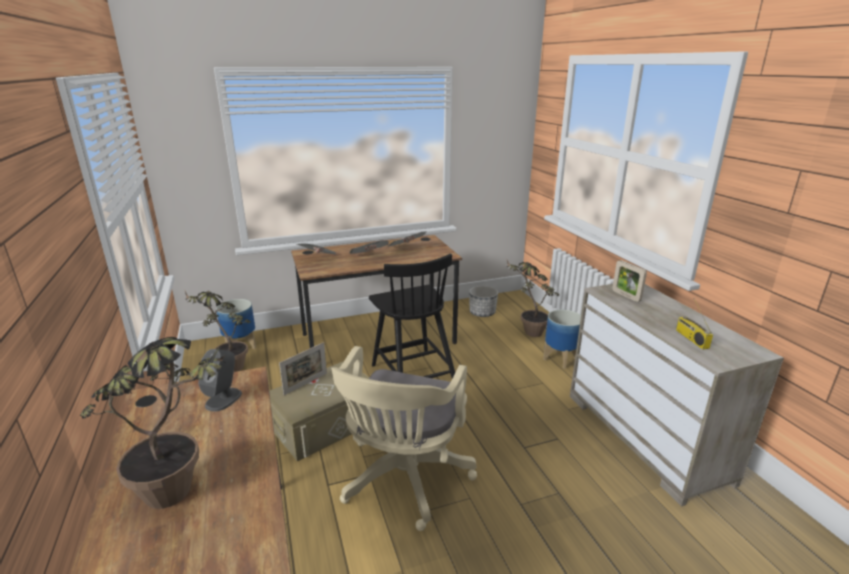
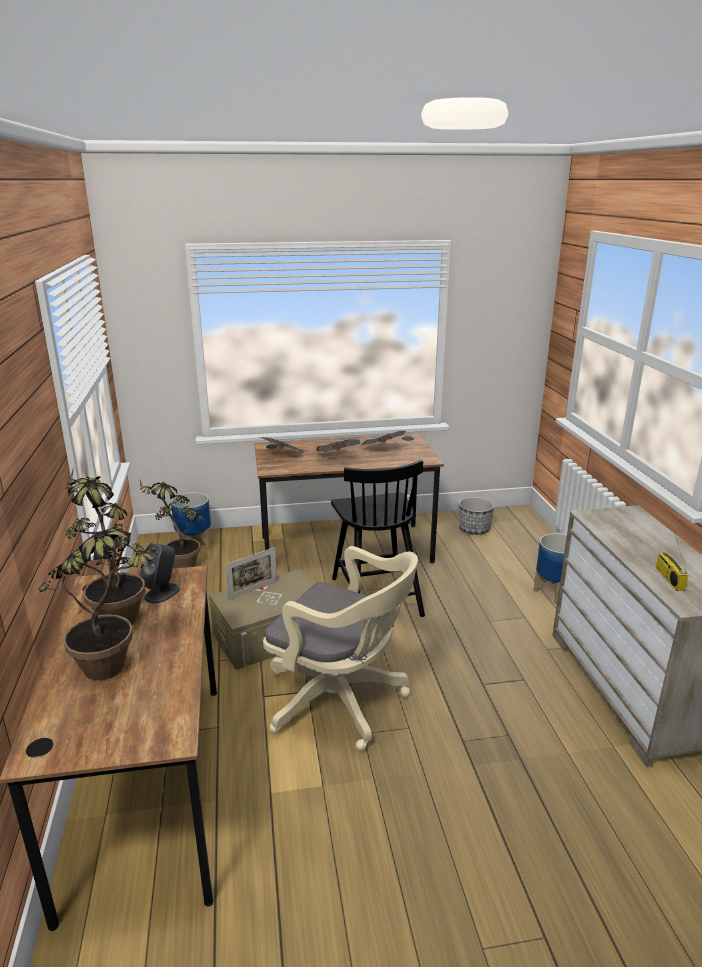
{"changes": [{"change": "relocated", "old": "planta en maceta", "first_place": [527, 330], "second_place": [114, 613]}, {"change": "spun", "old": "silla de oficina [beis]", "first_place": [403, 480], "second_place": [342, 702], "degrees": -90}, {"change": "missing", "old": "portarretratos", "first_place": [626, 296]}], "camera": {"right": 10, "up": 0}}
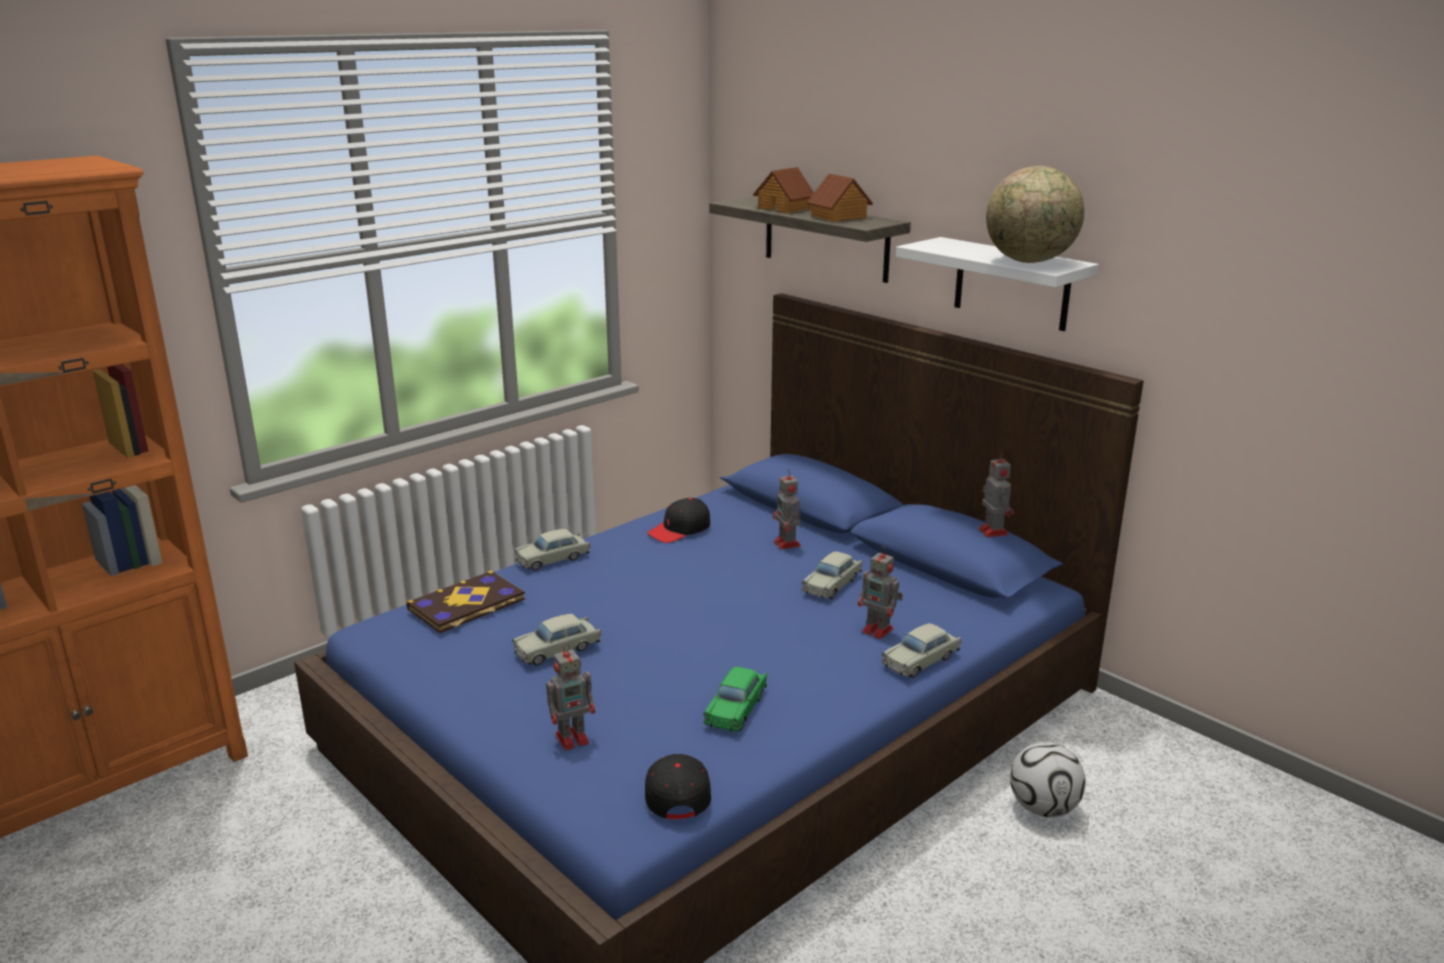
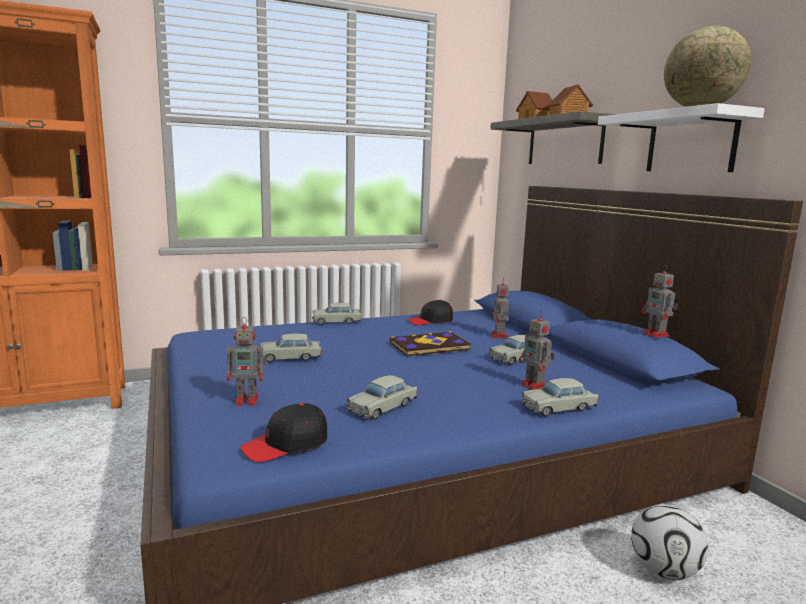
{"changes": [{"change": "spun", "old": "gorra [negro]", "first_place": [676, 791], "second_place": [286, 444], "degrees": -135}, {"change": "colour", "old": "coche de juguete [verde]", "new": "coche de juguete [beis]", "first_place": [736, 708], "second_place": [383, 407]}, {"change": "relocated", "old": "libro", "first_place": [467, 605], "second_place": [430, 346]}, {"change": "spun", "old": "robot de juguete", "first_place": [992, 531], "second_place": [657, 335], "degrees": 150}], "camera": {"right": 20, "up": -10}}
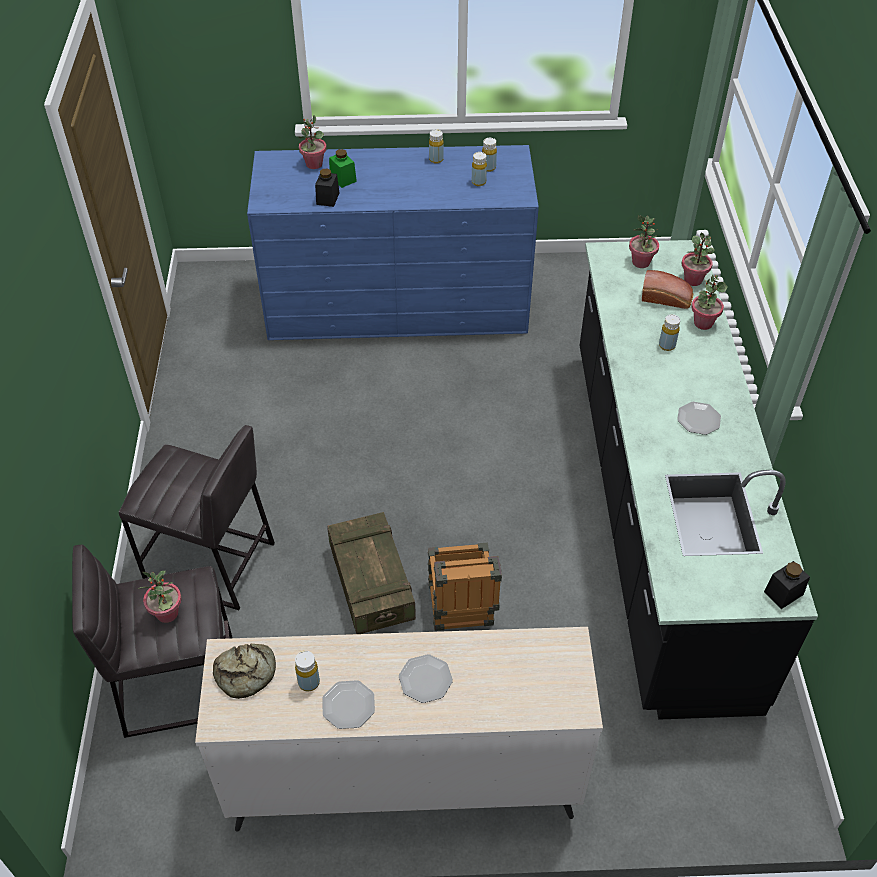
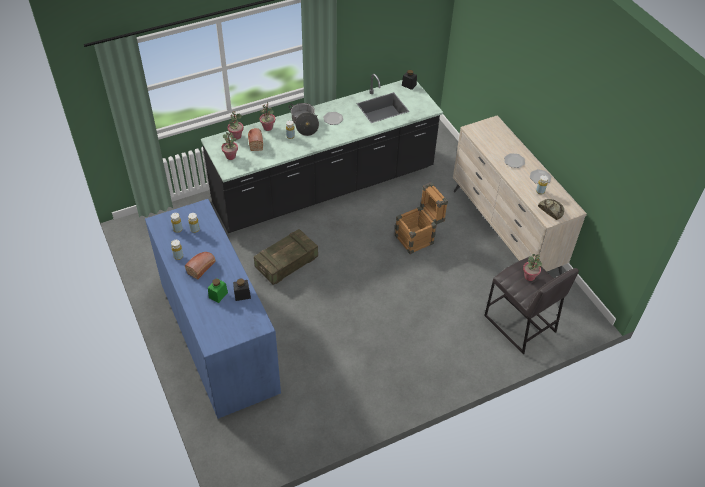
{"changes": [{"change": "appeared", "new": "pan", "second_place": [202, 267]}, {"change": "relocated", "old": "caja de embalaje", "first_place": [371, 583], "second_place": [286, 263]}, {"change": "appeared", "new": "olla", "second_place": [304, 124]}, {"change": "missing", "old": "taburete [gris]", "first_place": [210, 563]}, {"change": "missing", "old": "planta en maceta", "first_place": [314, 164]}], "camera": {"right": -115, "up": 0}}
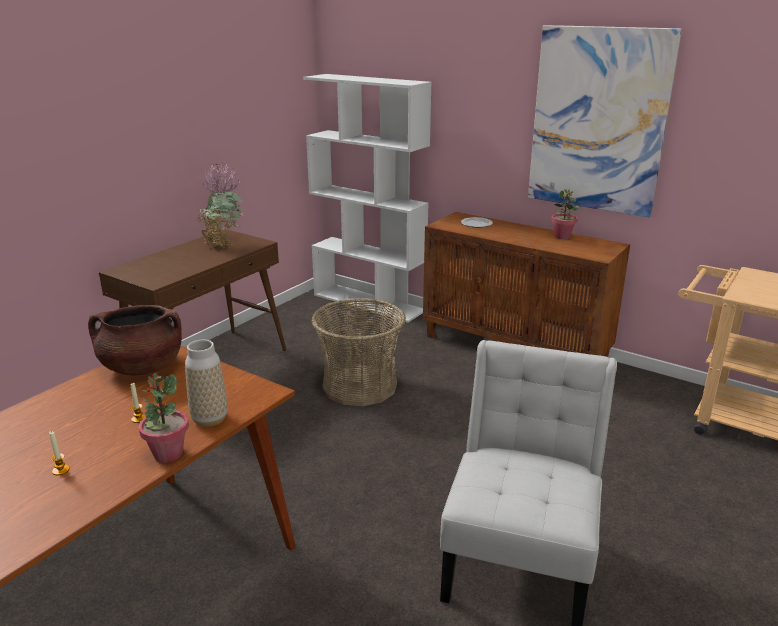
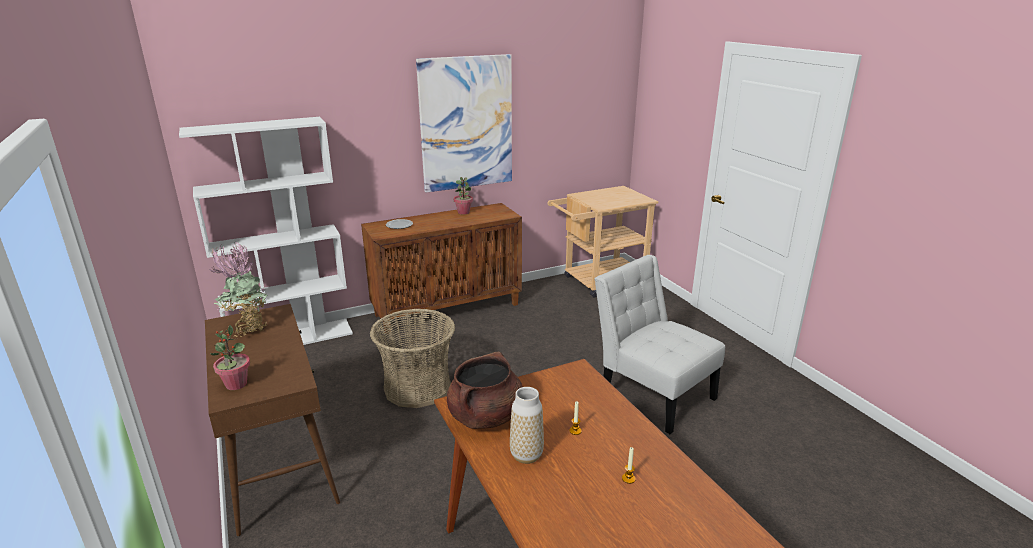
{"changes": [{"change": "relocated", "old": "planta en maceta", "first_place": [168, 454], "second_place": [236, 384]}, {"change": "relocated", "old": "florero", "first_place": [210, 419], "second_place": [526, 455]}], "camera": {"right": -60, "up": 0}}
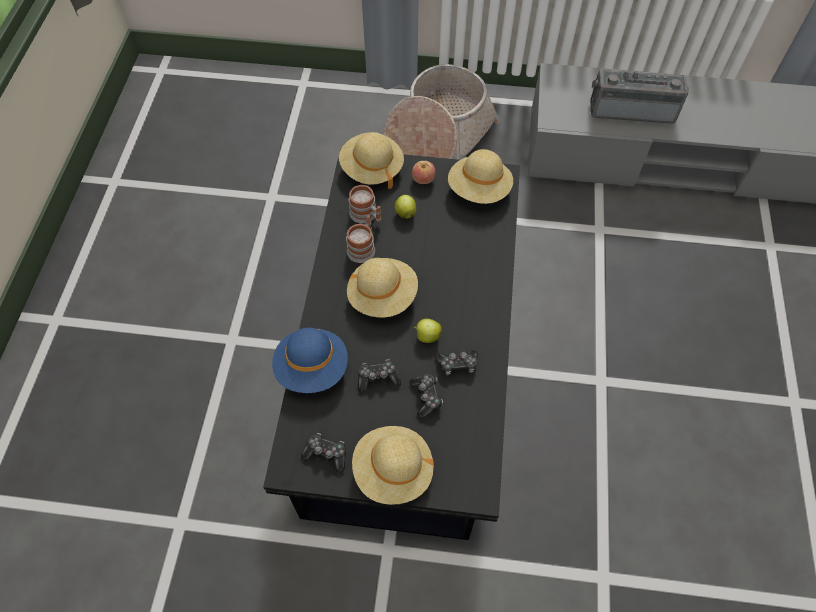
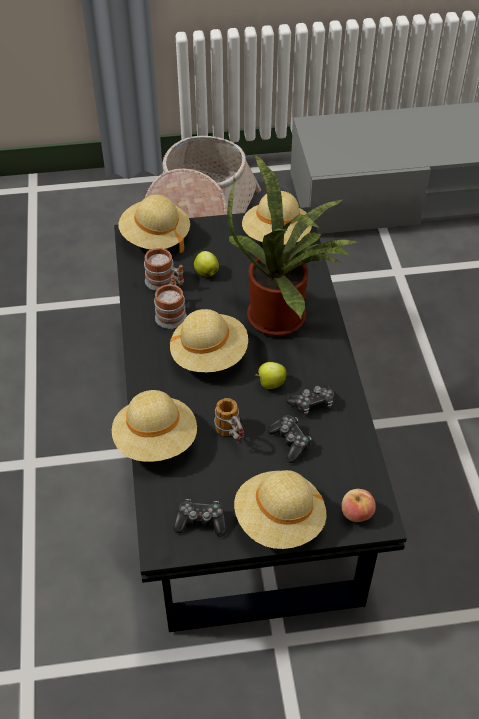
{"changes": [{"change": "colour", "old": "sombrero [azul]", "new": "sombrero [beis]", "first_place": [312, 368], "second_place": [156, 441]}, {"change": "exchanged", "old": "mando de consola", "new": "taza grande", "first_place": [378, 378], "second_place": [232, 435]}, {"change": "appeared", "new": "planta en maceta", "second_place": [283, 316]}, {"change": "relocated", "old": "manzana", "first_place": [423, 179], "second_place": [356, 513]}, {"change": "missing", "old": "radio", "first_place": [632, 108]}], "camera": {"right": -15, "up": -10}}
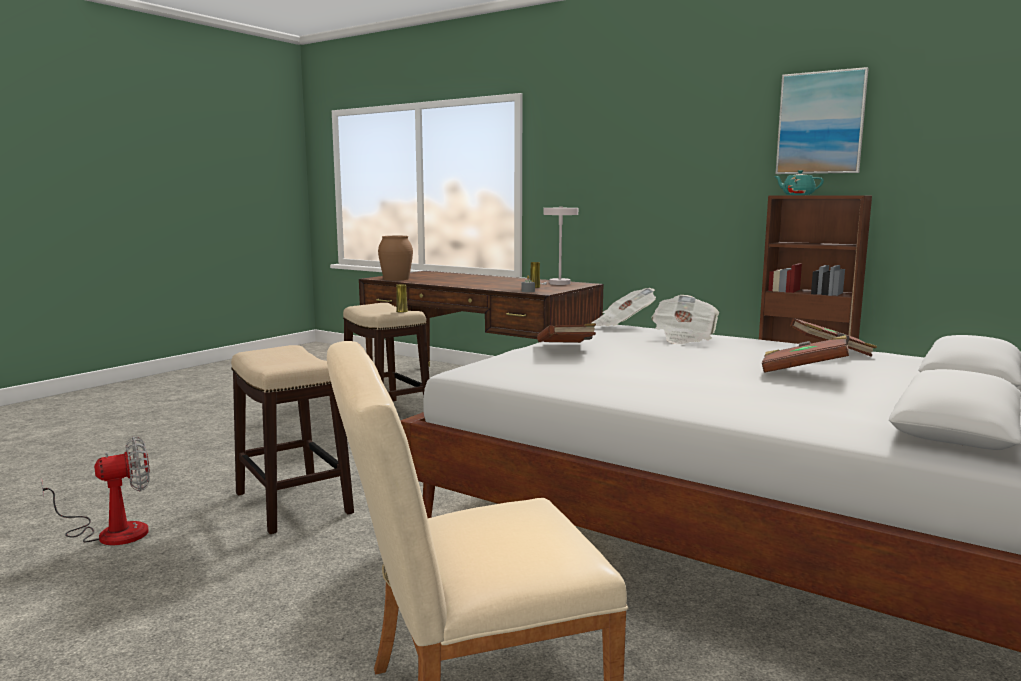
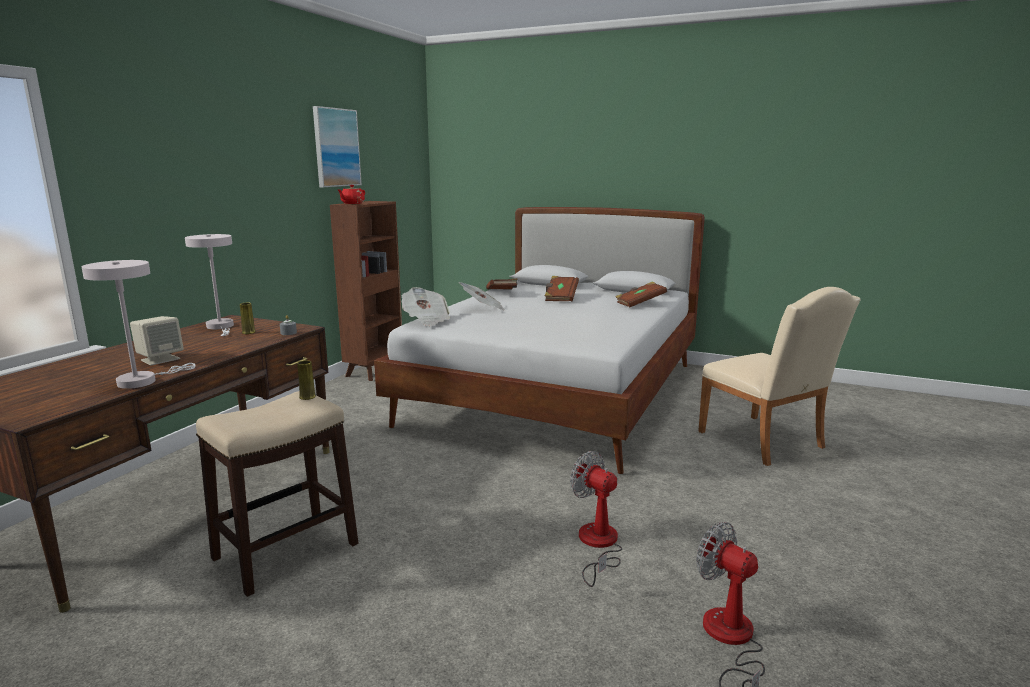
{"changes": [{"change": "appeared", "new": "lámpara de mesa [blanco]", "second_place": [143, 380]}, {"change": "appeared", "new": "altavoz [beis]", "second_place": [160, 359]}, {"change": "colour", "old": "tetera [turquesa]", "new": "tetera [rojo]", "first_place": [797, 195], "second_place": [352, 203]}, {"change": "exchanged", "old": "taburete", "new": "ventilador", "first_place": [292, 502], "second_place": [597, 545]}, {"change": "relocated", "old": "libro [marrón]", "first_place": [567, 349], "second_place": [640, 304]}, {"change": "missing", "old": "florero [marrón]", "first_place": [396, 279]}], "camera": {"right": -100, "up": 5}}
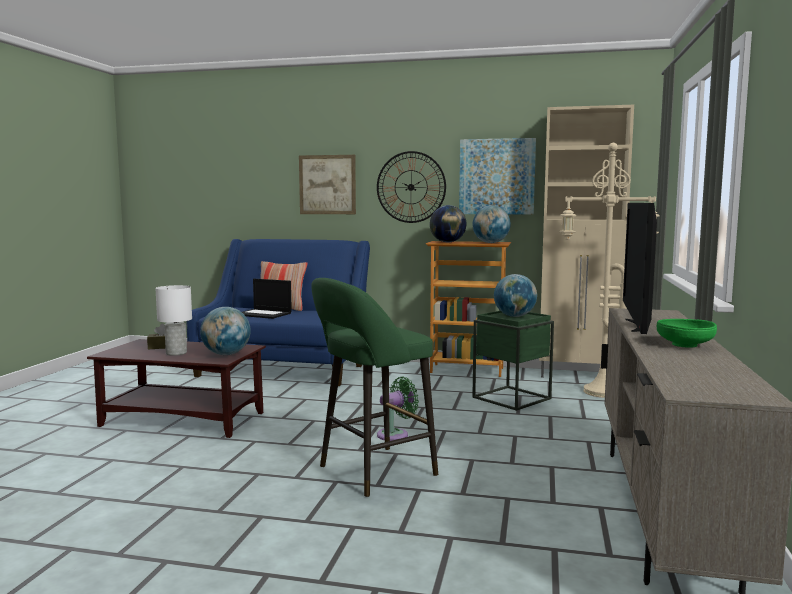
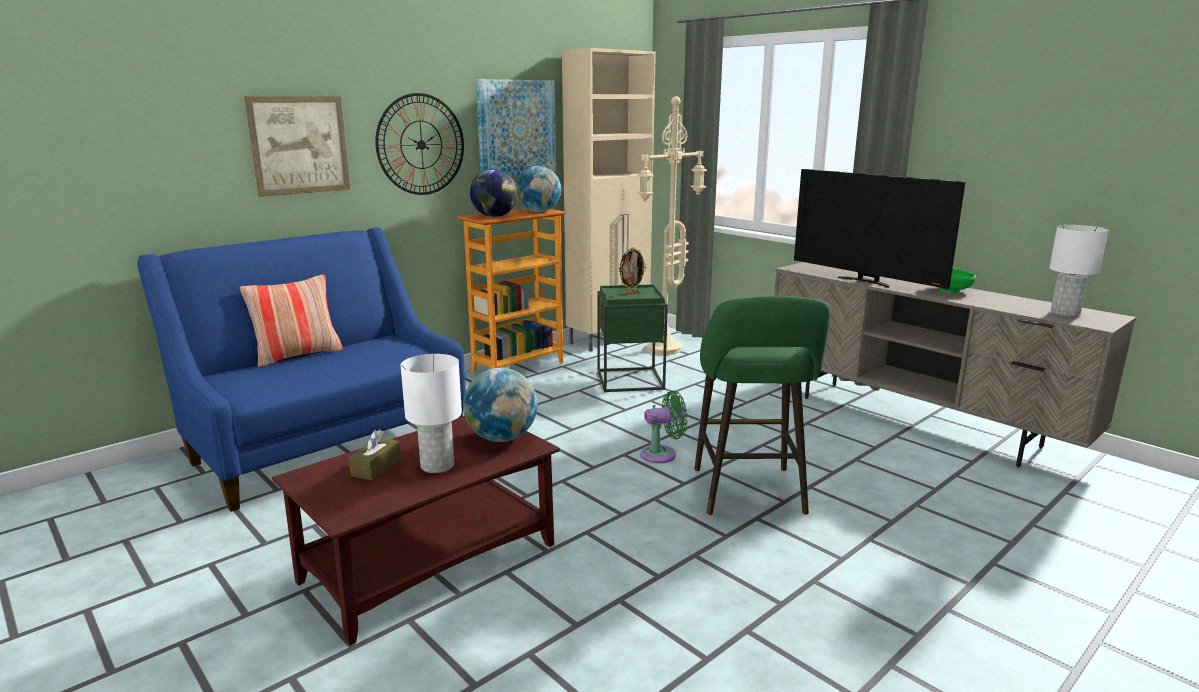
{"changes": [{"change": "exchanged", "old": "globo terráqueo", "new": "portarretratos", "first_place": [514, 316], "second_place": [631, 293]}, {"change": "spun", "old": "ventilador [verde]", "first_place": [395, 434], "second_place": [662, 454], "degrees": 75}, {"change": "appeared", "new": "lámpara de mesa [blanco]", "second_place": [1064, 313]}, {"change": "missing", "old": "portátil", "first_place": [264, 314]}], "camera": {"right": -55, "up": 10}}
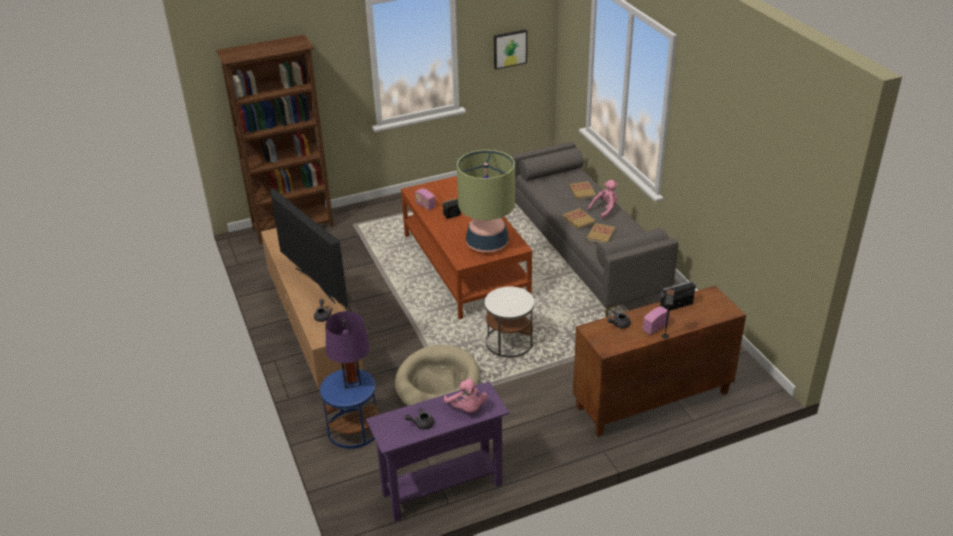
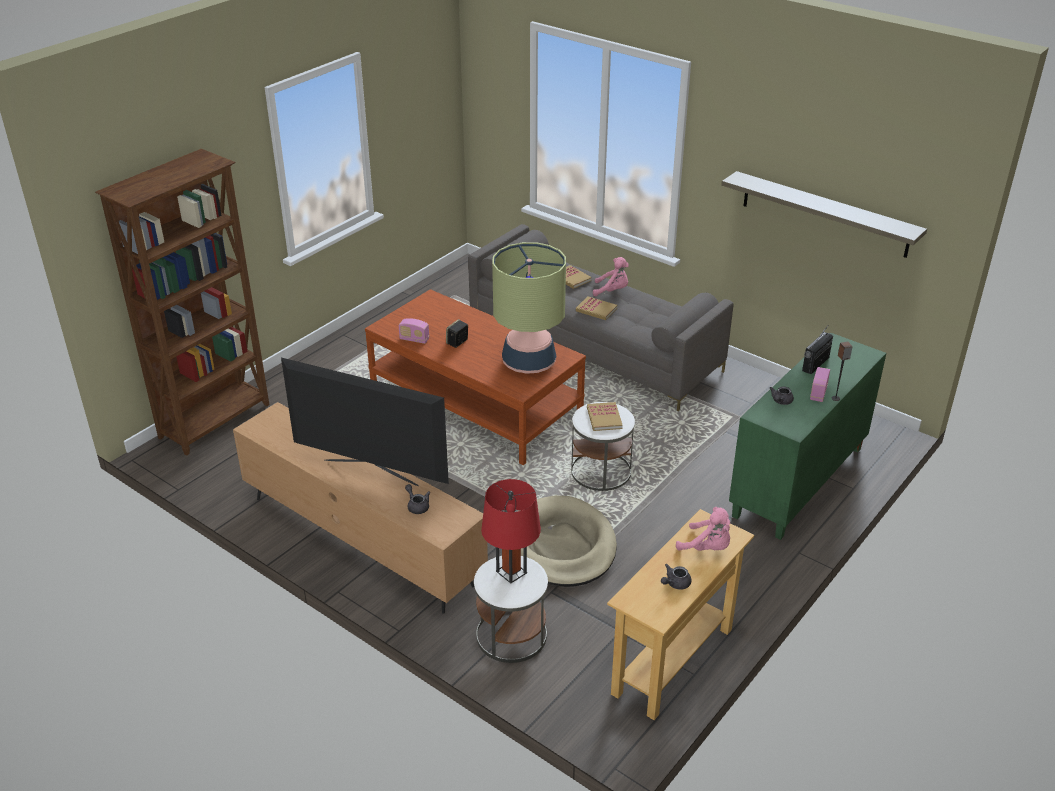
{"changes": [{"change": "colour", "old": "mesa auxiliar [azul]", "new": "mesa auxiliar [blanco]", "first_place": [353, 429], "second_place": [511, 635]}, {"change": "colour", "old": "lámpara de mesa [morado]", "new": "lámpara de mesa [rojo]", "first_place": [352, 381], "second_place": [511, 572]}, {"change": "relocated", "old": "libro", "first_place": [601, 235], "second_place": [604, 418]}, {"change": "spun", "old": "peluche [rosa]", "first_place": [605, 209], "second_place": [612, 291], "degrees": 75}, {"change": "colour", "old": "mesa consola [morado]", "new": "mesa consola [beis]", "first_place": [442, 488], "second_place": [672, 661]}, {"change": "appeared", "new": "estante", "second_place": [824, 214]}, {"change": "colour", "old": "armario [marrón]", "new": "armario [verde]", "first_place": [652, 401], "second_place": [798, 483]}, {"change": "missing", "old": "cuadro", "first_place": [509, 48]}], "camera": {"right": -30, "up": 0}}
